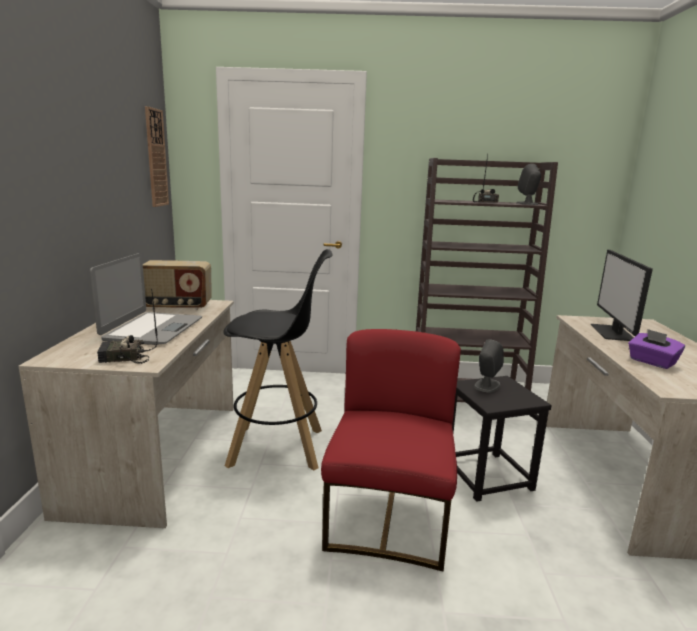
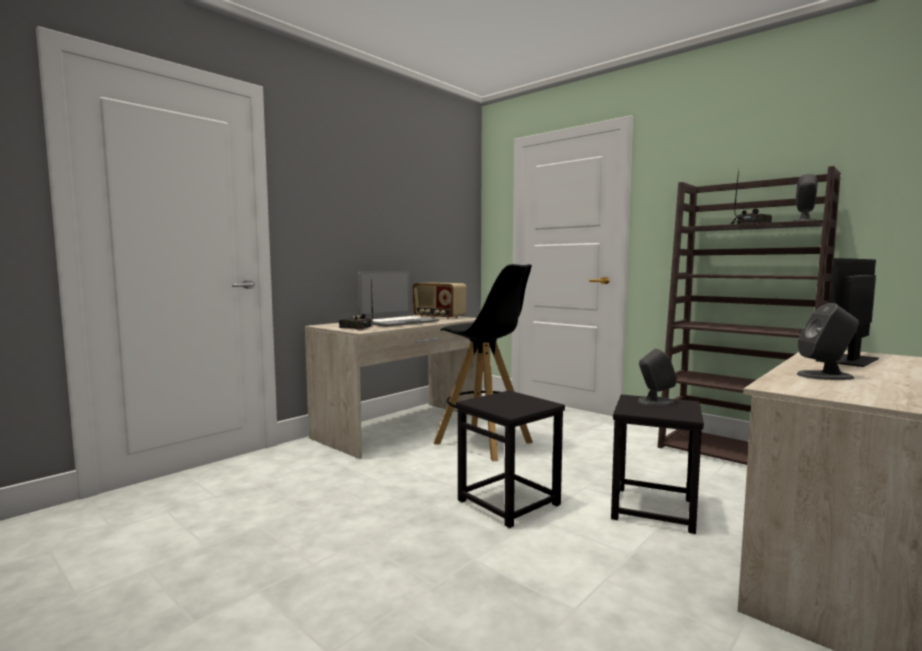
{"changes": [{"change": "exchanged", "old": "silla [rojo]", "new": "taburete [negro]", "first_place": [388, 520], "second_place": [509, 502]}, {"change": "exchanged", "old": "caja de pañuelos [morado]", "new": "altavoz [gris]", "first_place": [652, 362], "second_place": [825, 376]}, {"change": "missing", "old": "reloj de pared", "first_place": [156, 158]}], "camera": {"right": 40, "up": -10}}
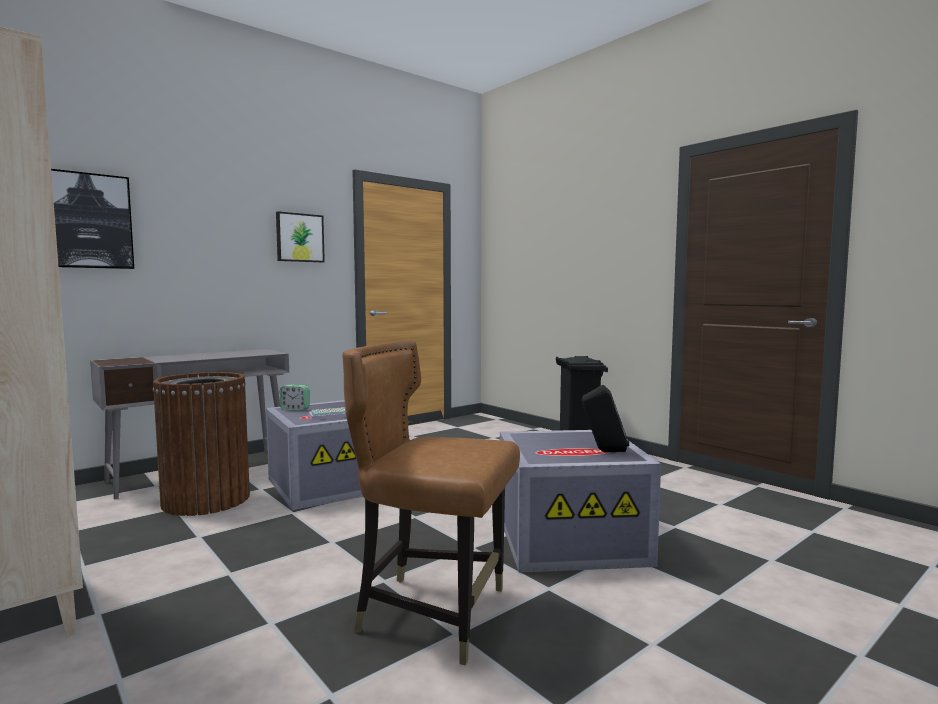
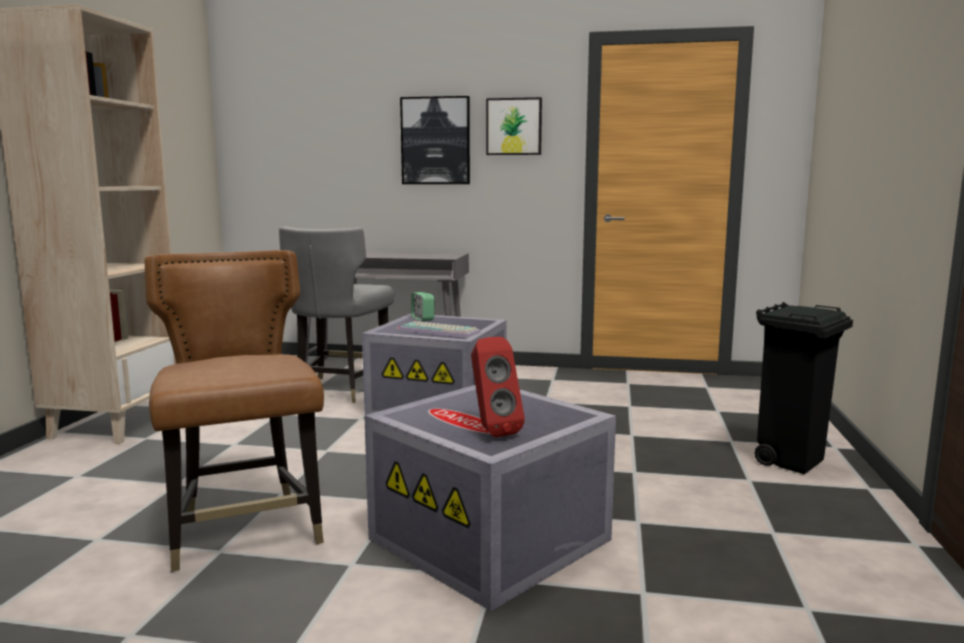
{"changes": [{"change": "exchanged", "old": "papelera [marrón]", "new": "silla [gris]", "first_place": [206, 500], "second_place": [340, 389]}, {"change": "relocated", "old": "cuadro", "first_place": [87, 221], "second_place": [436, 141]}, {"change": "colour", "old": "altavoz [negro]", "new": "altavoz [rojo]", "first_place": [604, 451], "second_place": [492, 431]}], "camera": {"right": 50, "up": 5}}
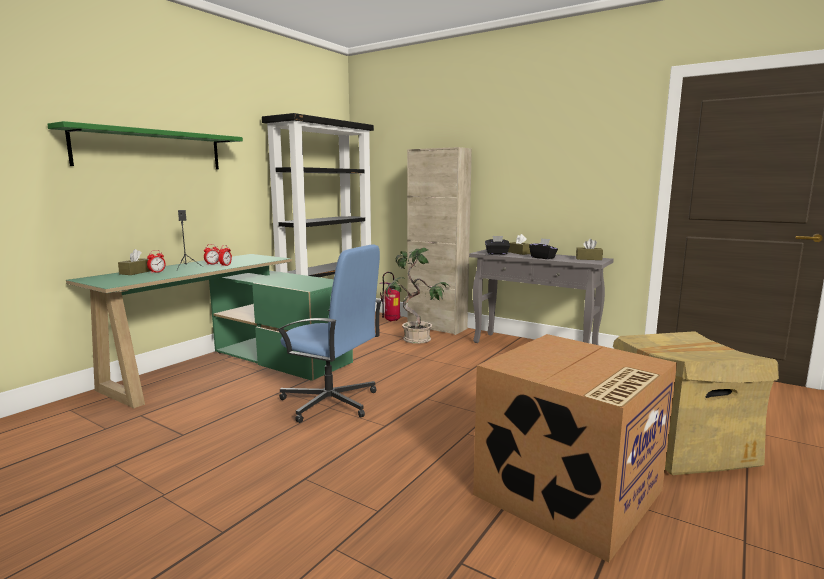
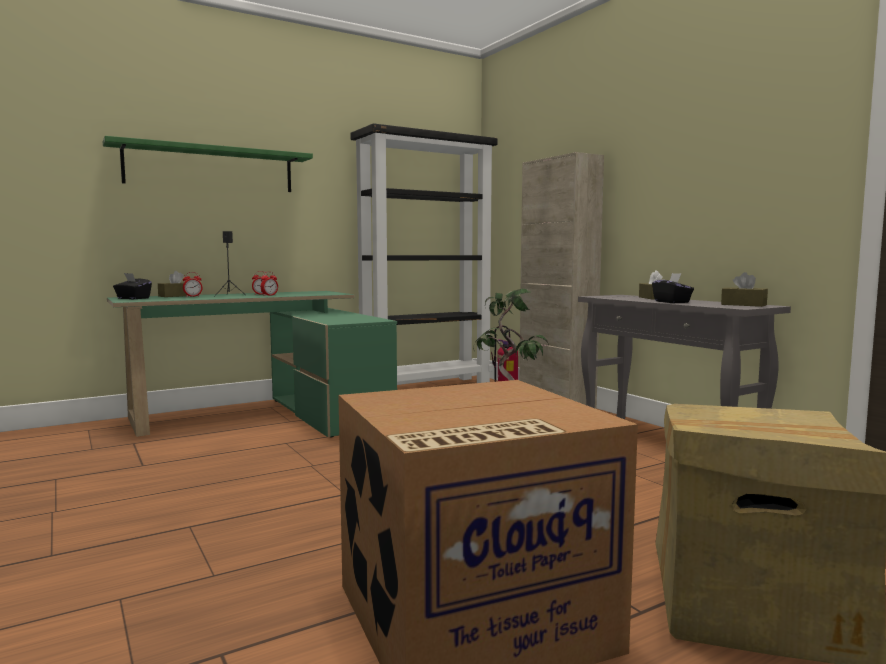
{"changes": [{"change": "relocated", "old": "caja de pañuelos [negro]", "first_place": [497, 253], "second_place": [133, 298]}, {"change": "missing", "old": "silla de oficina [azul]", "first_place": [330, 402]}], "camera": {"right": 25, "up": -5}}
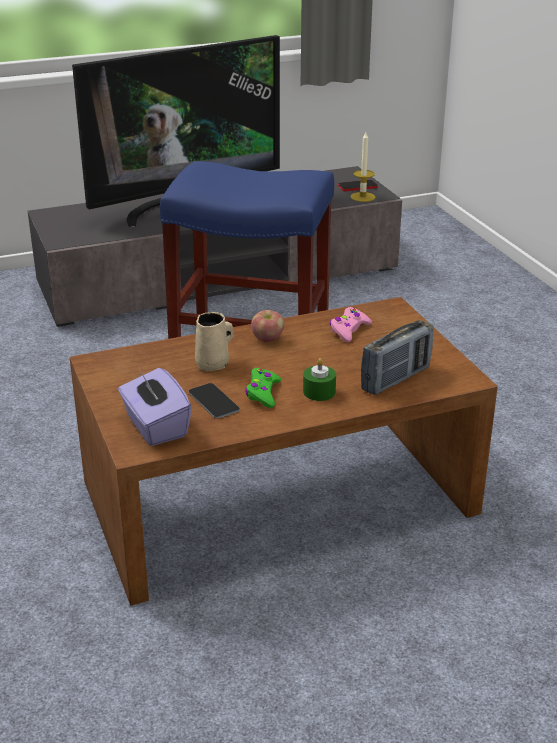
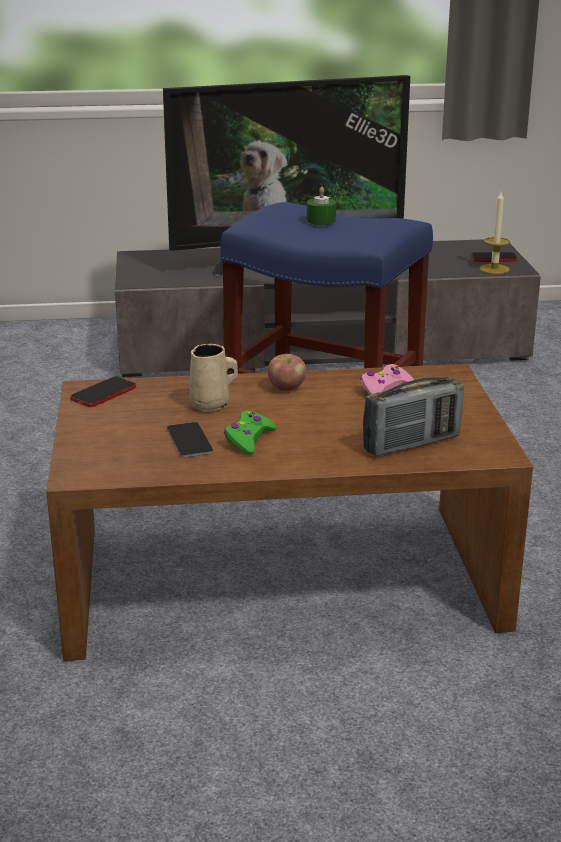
{"changes": [{"change": "appeared", "new": "móvil", "second_place": [103, 393]}, {"change": "relocated", "old": "vela [verde]", "first_place": [319, 392], "second_place": [321, 221]}, {"change": "missing", "old": "caja de pañuelos [morado]", "first_place": [155, 427]}], "camera": {"right": 15, "up": -5}}
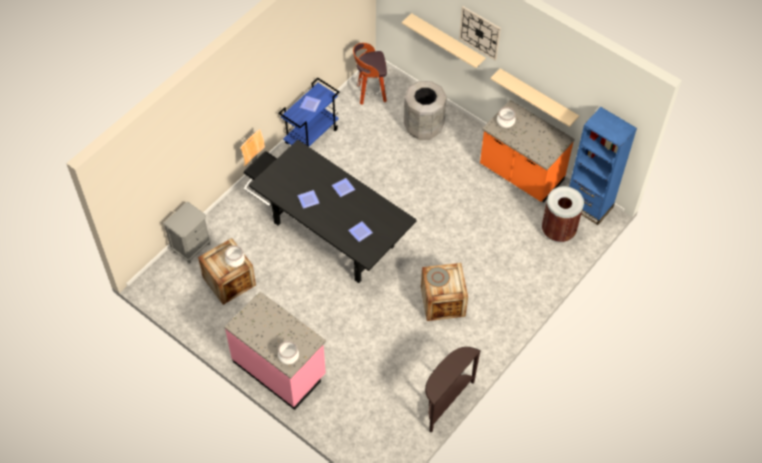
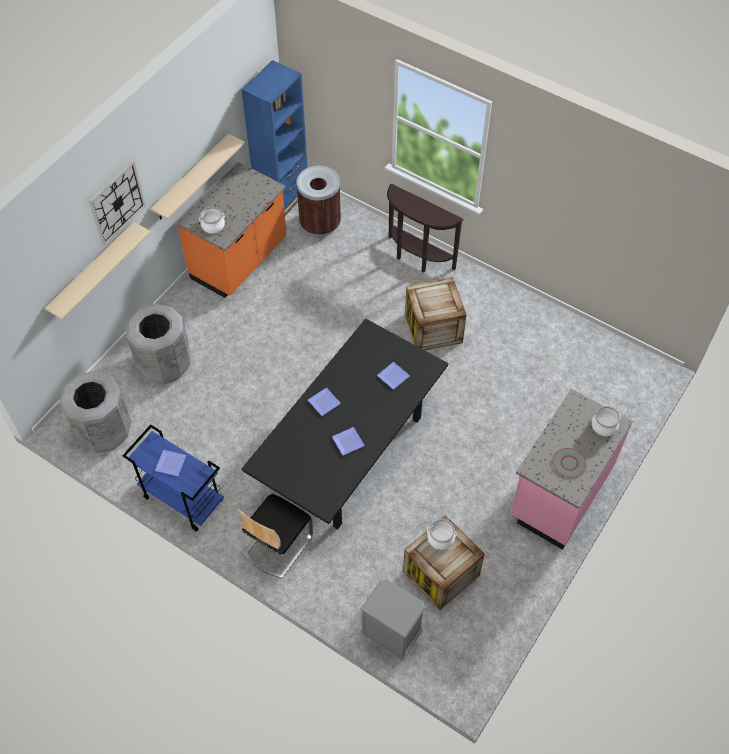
{"changes": [{"change": "exchanged", "old": "taburete", "new": "papelera [gris]", "first_place": [370, 94], "second_place": [104, 432]}, {"change": "relocated", "old": "mesa consola [marrón]", "first_place": [445, 401], "second_place": [417, 258]}, {"change": "relocated", "old": "plato [gris]", "first_place": [437, 277], "second_place": [569, 463]}], "camera": {"right": -95, "up": 0}}
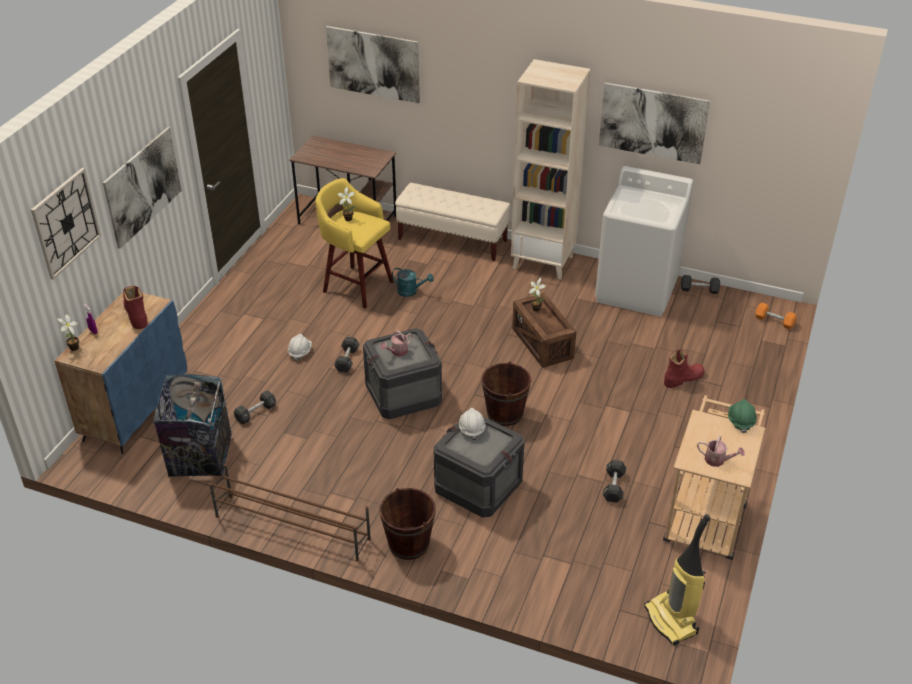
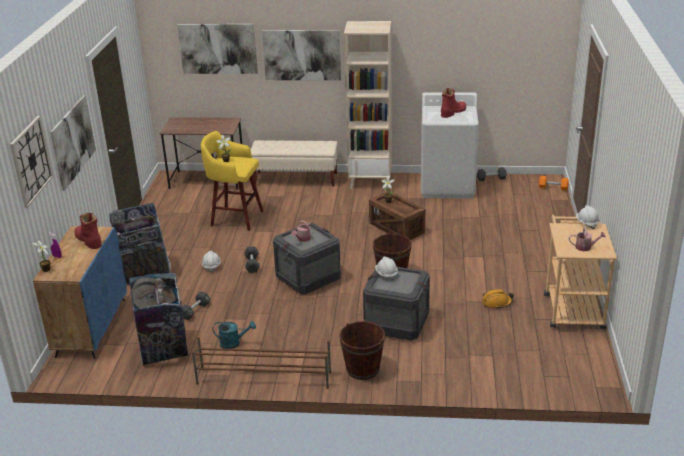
{"changes": [{"change": "appeared", "new": "papelera", "second_place": [145, 272]}, {"change": "relocated", "old": "regadera [turquesa]", "first_place": [411, 291], "second_place": [233, 343]}, {"change": "relocated", "old": "cuadro", "first_place": [653, 123], "second_place": [302, 55]}, {"change": "relocated", "old": "bota [rojo]", "first_place": [683, 378], "second_place": [453, 112]}, {"change": "exchanged", "old": "mancuerna [negro]", "new": "casco [naranja]", "first_place": [613, 486], "second_place": [496, 303]}, {"change": "colour", "old": "casco [verde]", "new": "casco [blanco]", "first_place": [740, 421], "second_place": [587, 223]}, {"change": "missing", "old": "aspiradora", "first_place": [672, 620]}], "camera": {"right": -15, "up": -10}}
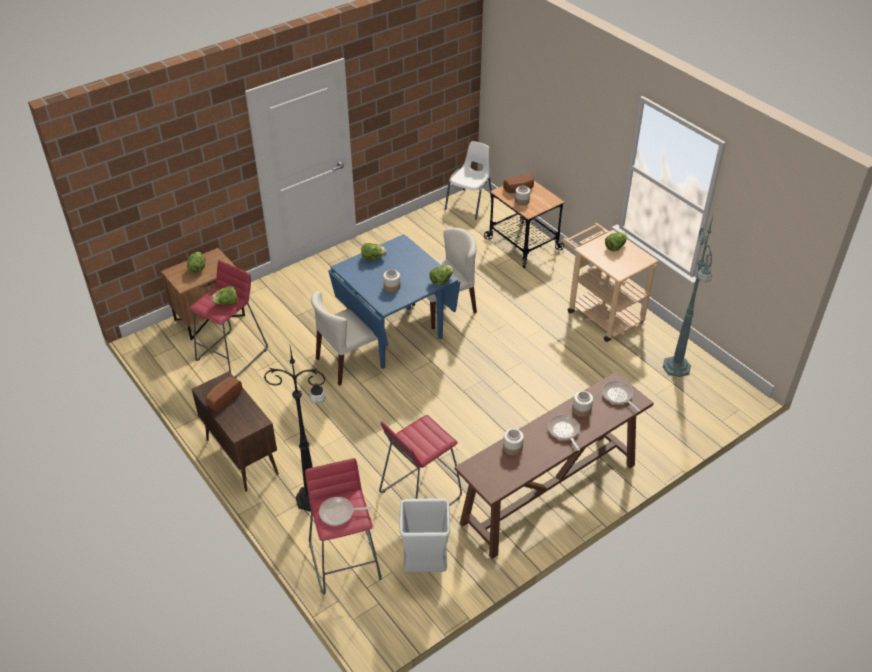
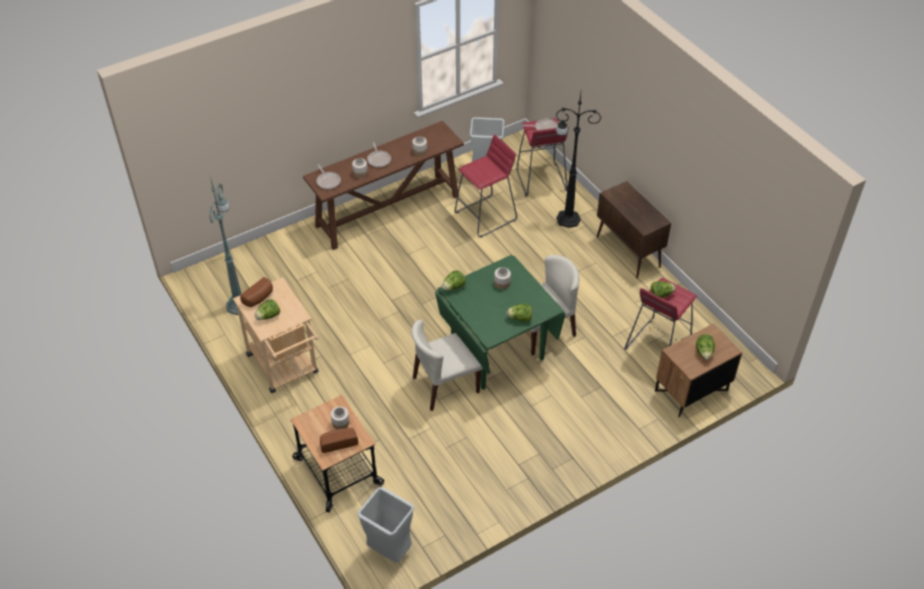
{"changes": [{"change": "relocated", "old": "pan", "first_place": [223, 398], "second_place": [259, 298]}, {"change": "exchanged", "old": "silla [blanco]", "new": "papelera [gris]", "first_place": [470, 204], "second_place": [389, 551]}, {"change": "colour", "old": "mesa de comedor [azul]", "new": "mesa de comedor [verde]", "first_place": [396, 337], "second_place": [497, 354]}], "camera": {"right": -175, "up": 5}}
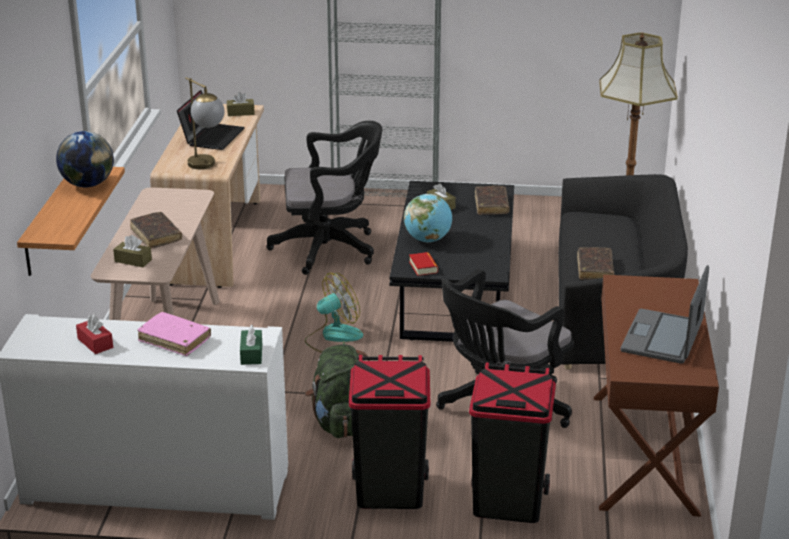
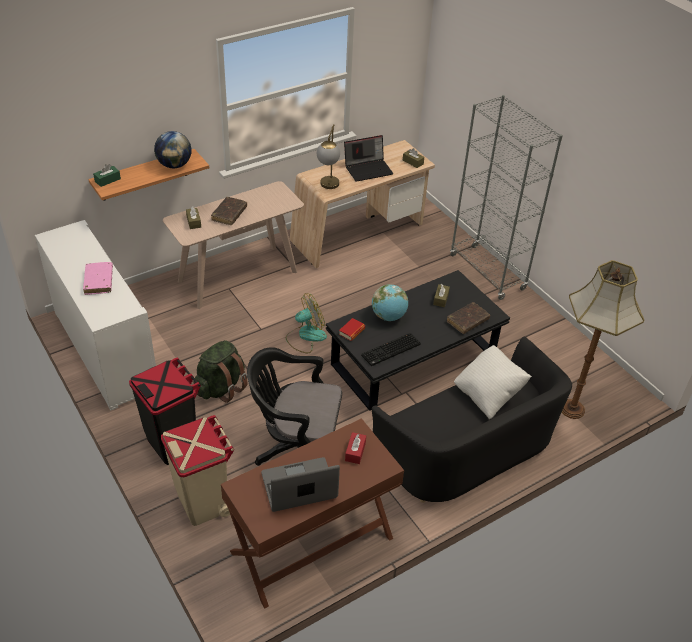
{"changes": [{"change": "relocated", "old": "caja de pañuelos [verde]", "first_place": [251, 354], "second_place": [107, 180]}, {"change": "colour", "old": "papelera [negro]", "new": "papelera [beis]", "first_place": [507, 502], "second_place": [203, 501]}, {"change": "spun", "old": "ventilador", "first_place": [333, 337], "second_place": [306, 336], "degrees": -45}, {"change": "relocated", "old": "caja de pañuelos [rojo]", "first_place": [95, 343], "second_place": [355, 451]}, {"change": "appeared", "new": "teclado", "second_place": [391, 351]}, {"change": "appeared", "new": "cojín [blanco]", "second_place": [488, 394]}, {"change": "missing", "old": "silla de oficina [negro]", "first_place": [330, 249]}, {"change": "missing", "old": "libro [marrón]", "first_place": [595, 269]}], "camera": {"right": 50, "up": 15}}
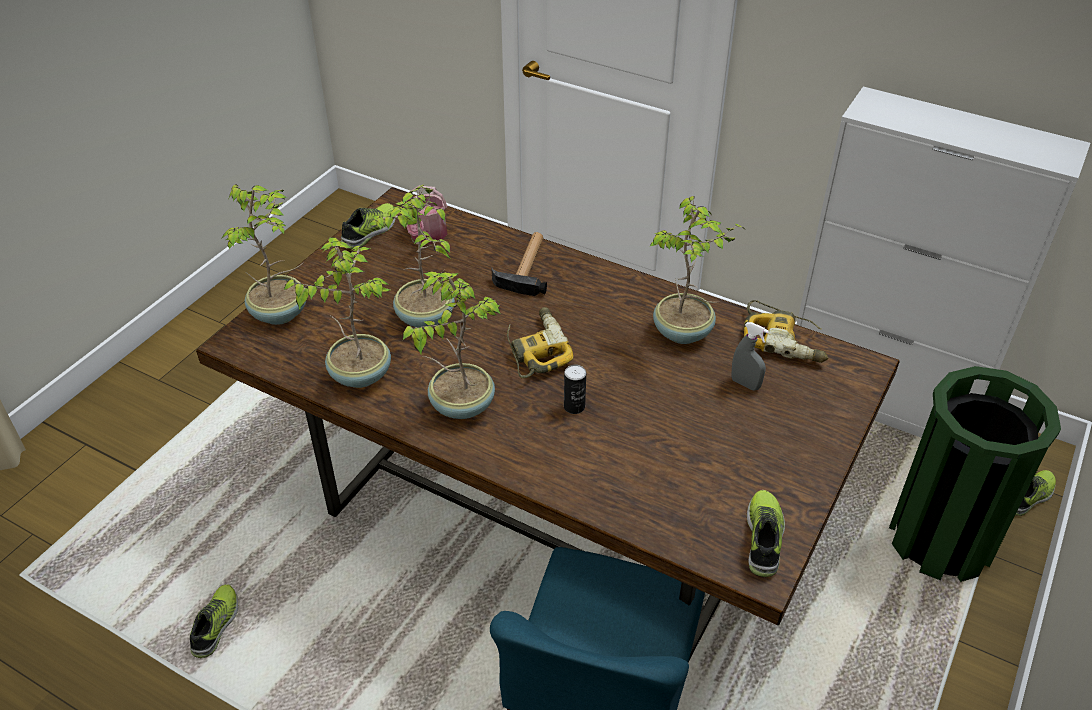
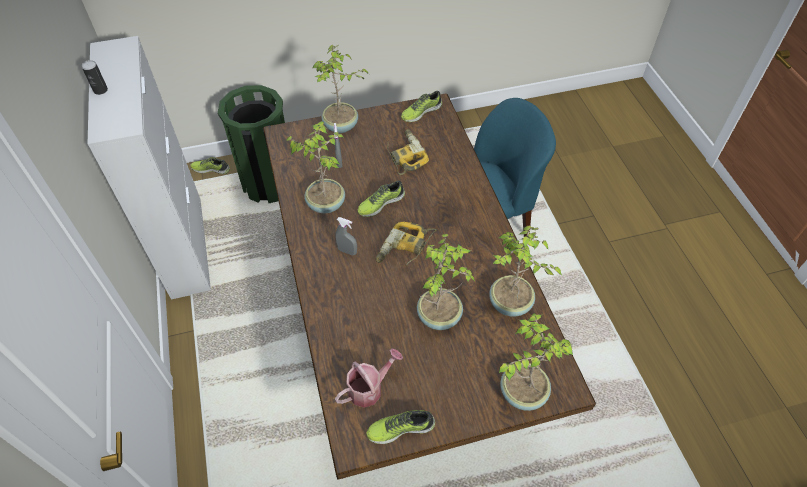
{"changes": [{"change": "relocated", "old": "lata", "first_place": [574, 406], "second_place": [100, 90]}, {"change": "relocated", "old": "planta en maceta", "first_place": [460, 405], "second_place": [341, 126]}, {"change": "appeared", "new": "pulverizador [gris]", "second_place": [347, 251]}, {"change": "relocated", "old": "zapato", "first_place": [217, 624], "second_place": [380, 203]}, {"change": "relocated", "old": "taladro", "first_place": [784, 340], "second_place": [405, 156]}, {"change": "missing", "old": "martillo", "first_place": [526, 267]}], "camera": {"right": -135, "up": 10}}
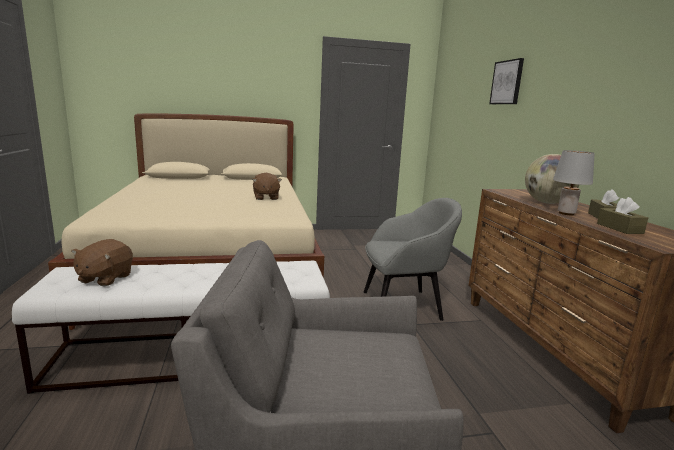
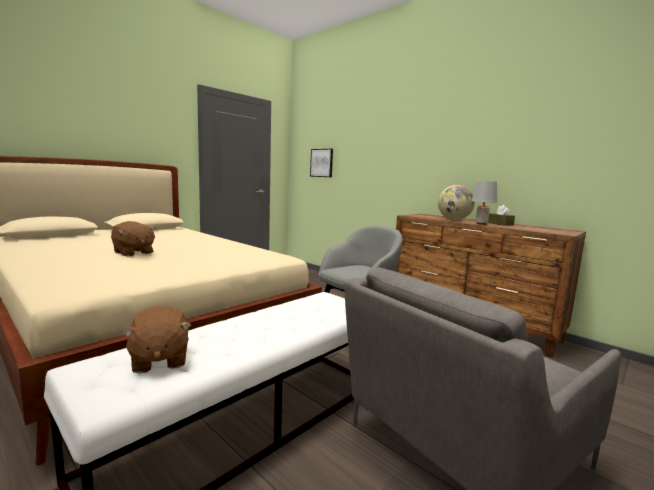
{"changes": [{"change": "relocated", "old": "peluche [marrón]", "first_place": [266, 197], "second_place": [133, 253]}, {"change": "relocated", "old": "cuadro", "first_place": [507, 82], "second_place": [322, 163]}, {"change": "missing", "old": "caja de pañuelos [marrón]", "first_place": [619, 228]}], "camera": {"right": -35, "up": -5}}
